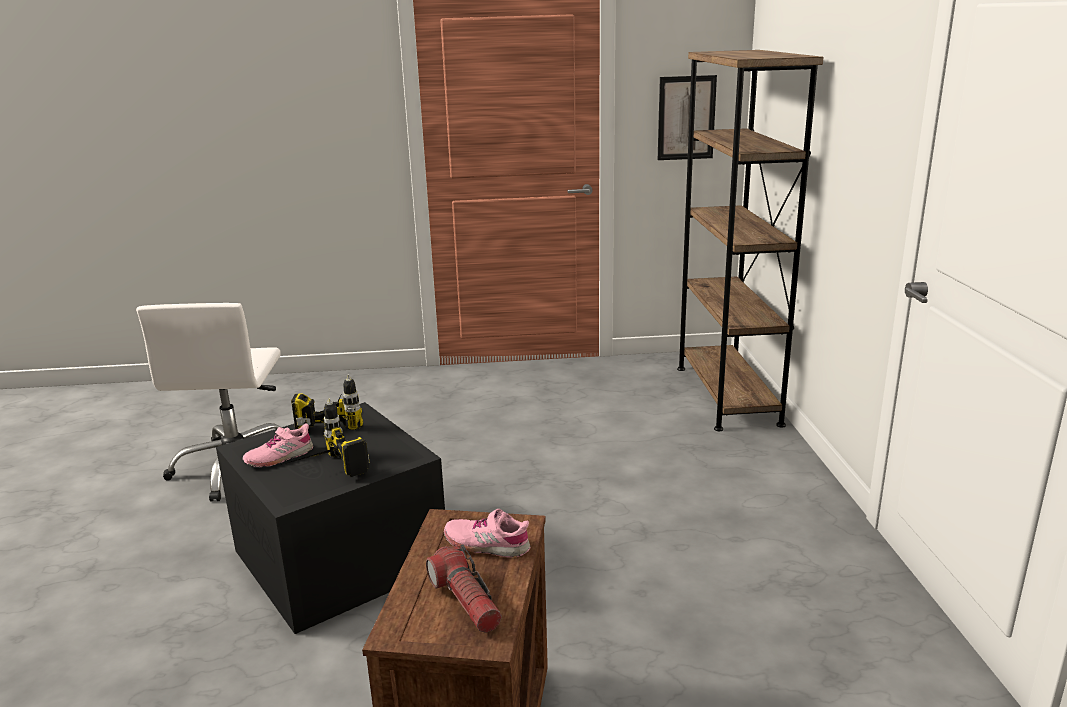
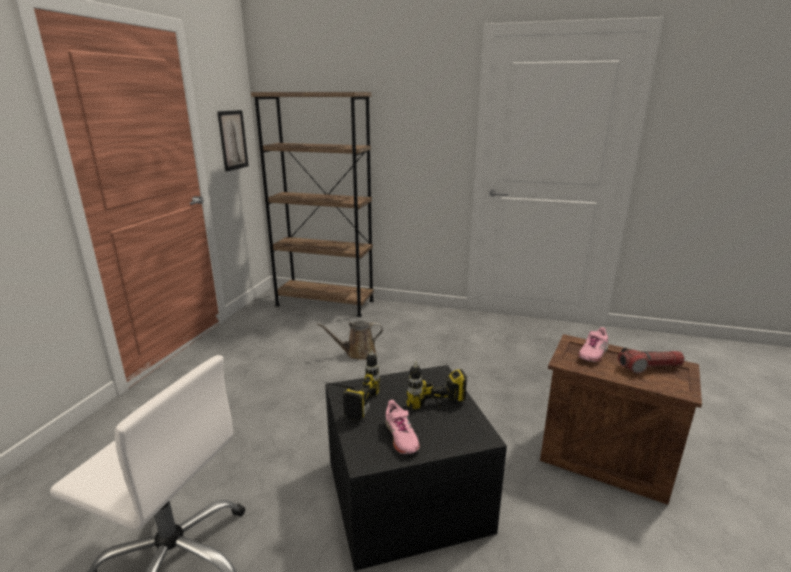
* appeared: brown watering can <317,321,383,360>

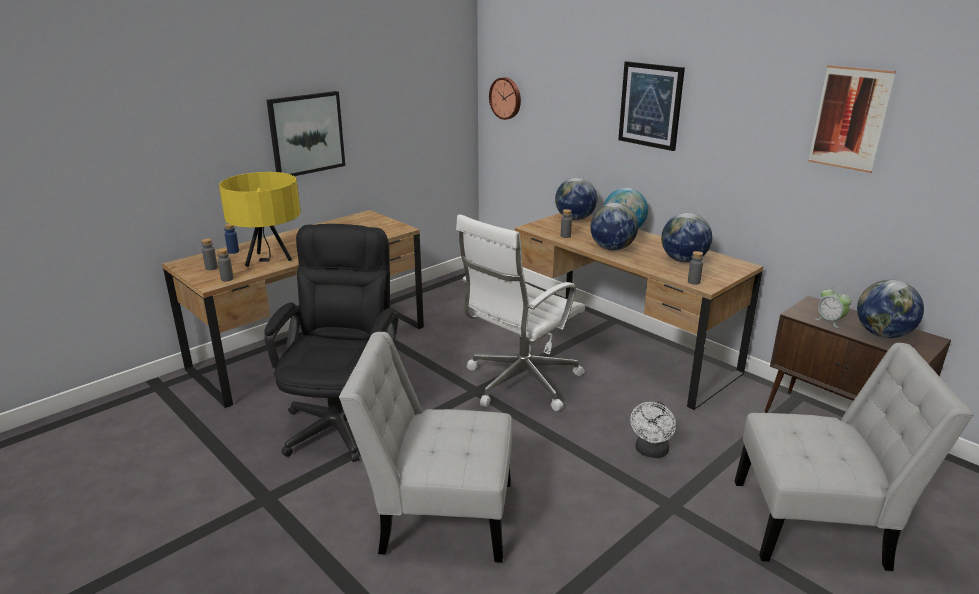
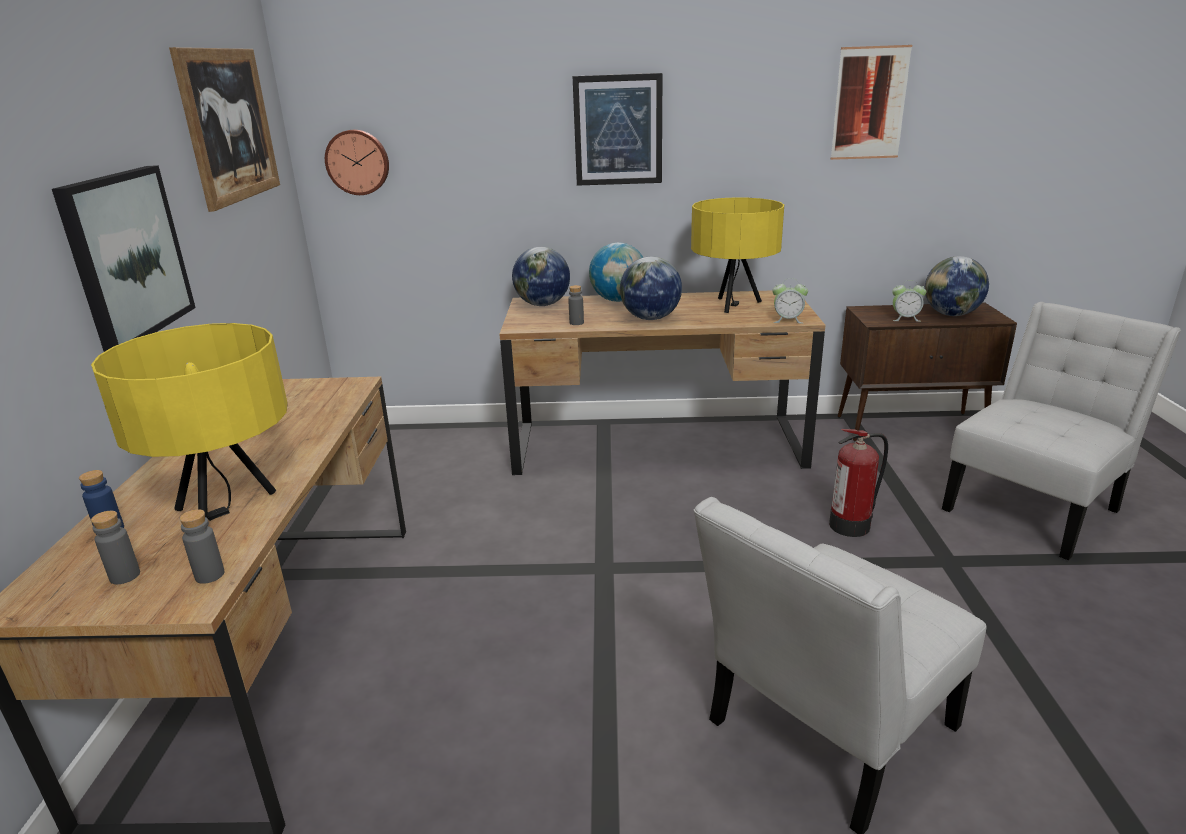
* appeared: picture <169,47,280,212>
* exchanged: globe <661,213,712,263> to yellow table lamp <691,197,784,313>
* exchanged: grey bottle <688,251,703,285> to alarm clock <772,278,808,323>
* exchanged: white fan <630,401,676,458> to fire extinguisher <829,429,888,537>
* missing: black office chair <264,224,399,462>
* missing: white office chair <456,214,585,411>

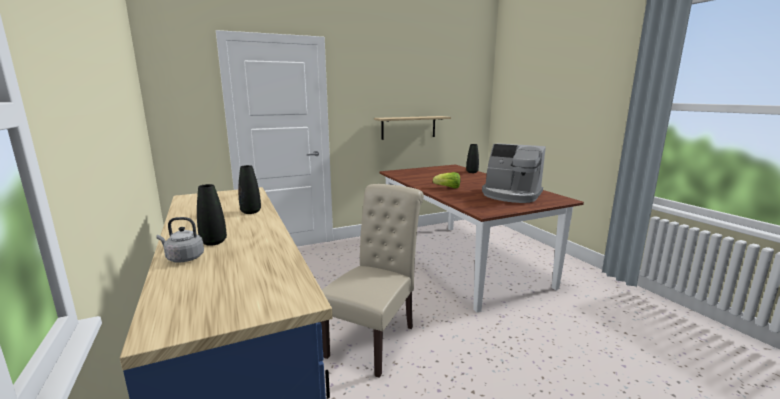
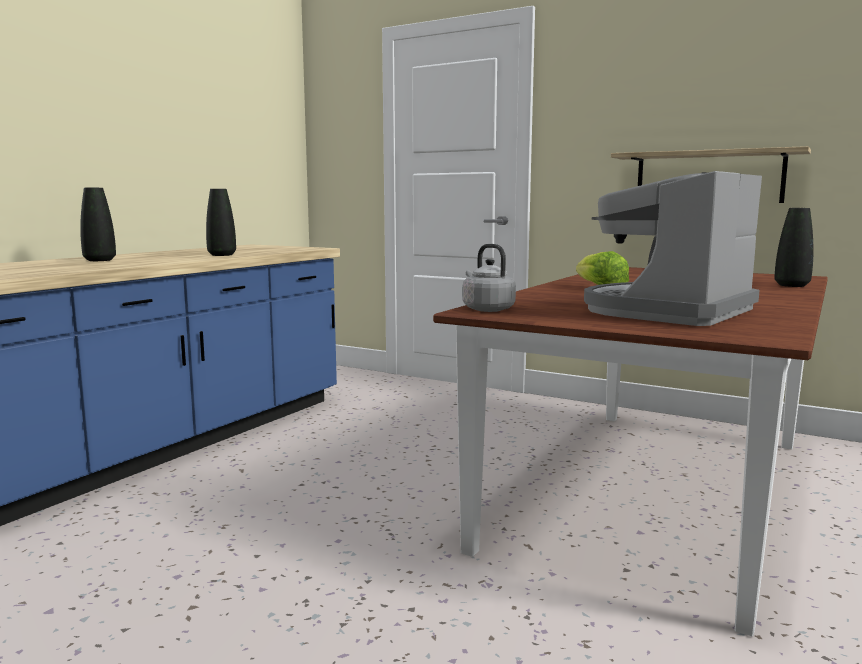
* relocated: grey kettle <156,217,204,263> to <463,244,516,312>
* spun: coffee machine <482,143,546,203> = <584,171,762,326> 45 degrees clockwise
* missing: beige chair <321,184,424,378>

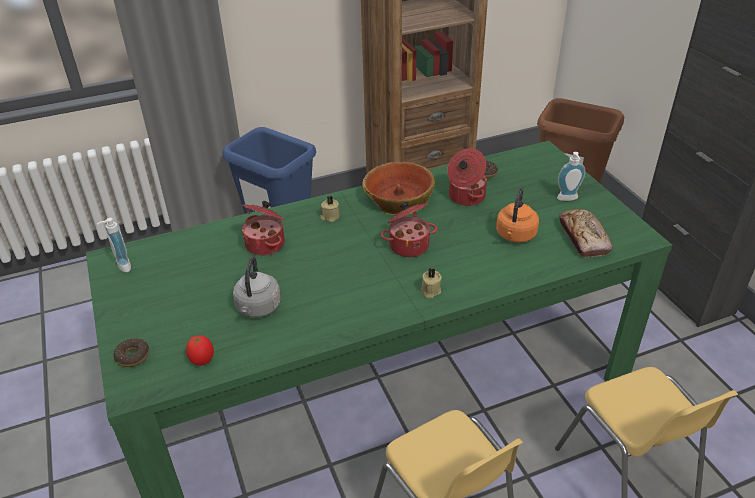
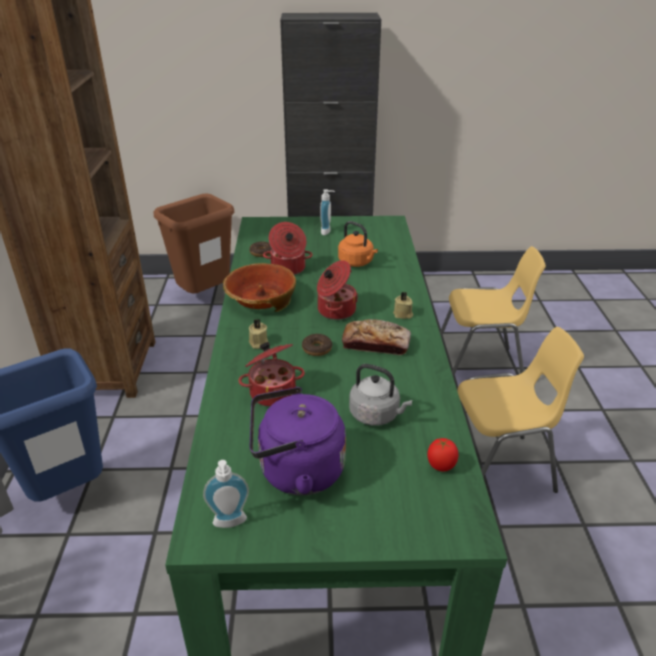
* appeared: purple kettle <250,387,346,496>
* relocated: donut <113,338,149,367> to <302,334,332,356>
* relocated: bread <559,209,613,258> to <342,319,411,355>

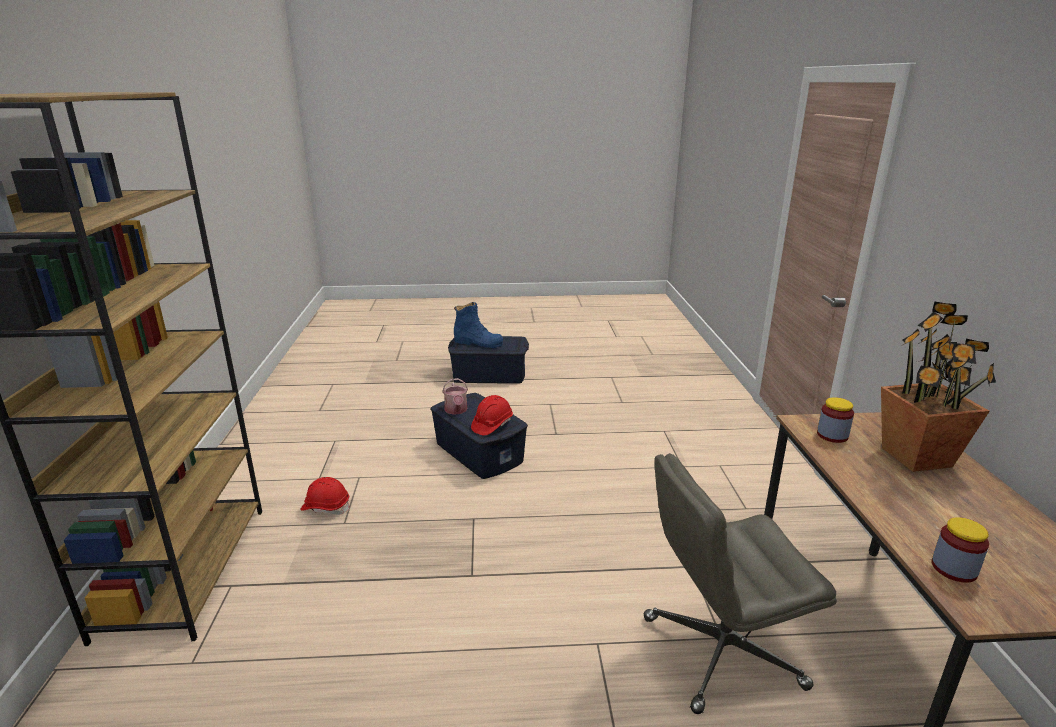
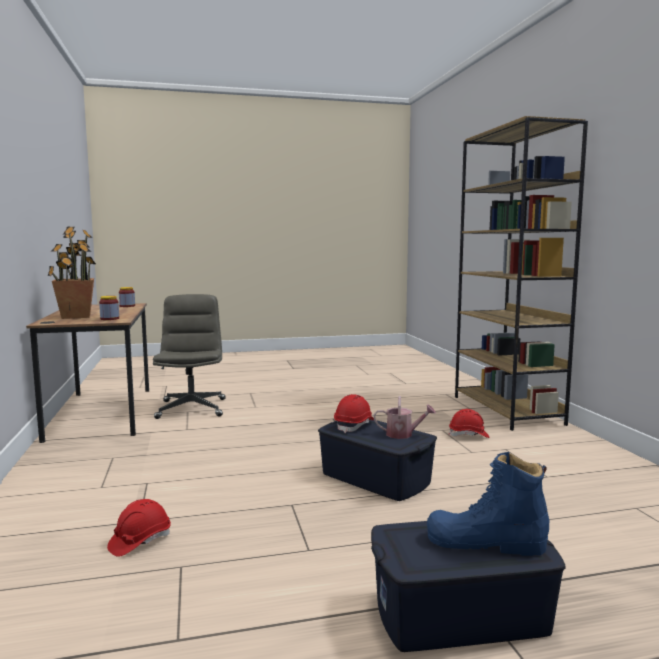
* appeared: red hard hat <107,499,171,557>
* spun: grey office chair <644,453,837,714> = <153,294,225,419> 75 degrees counterclockwise
* spun: watering can <442,378,468,415> = <374,396,436,439> 120 degrees clockwise

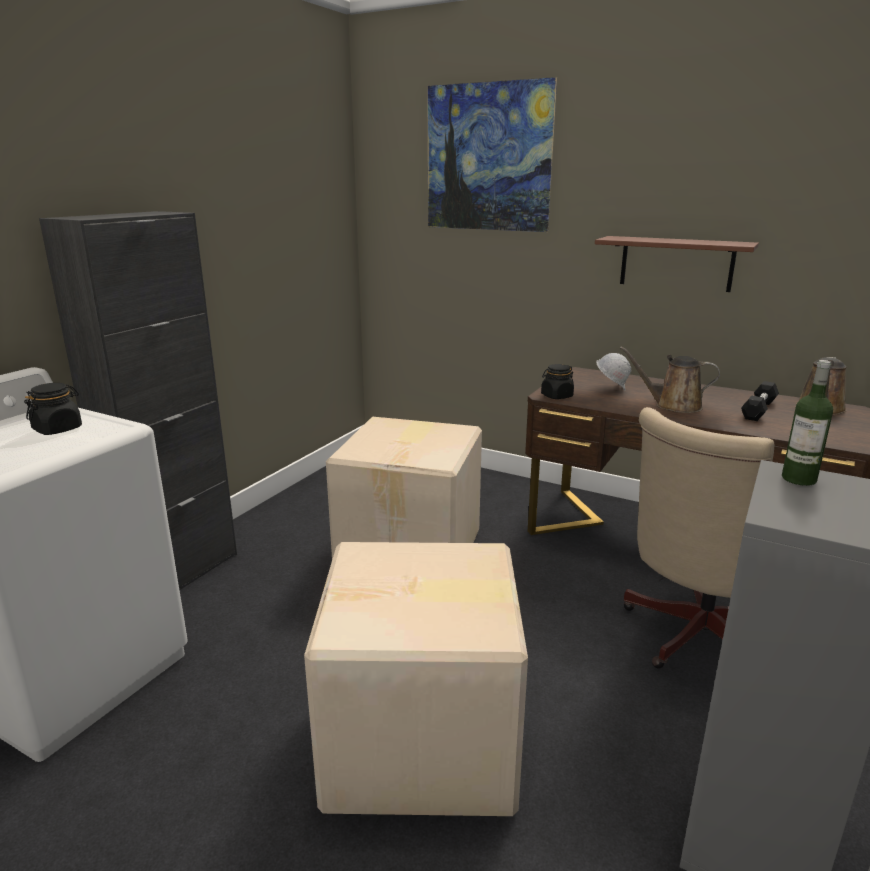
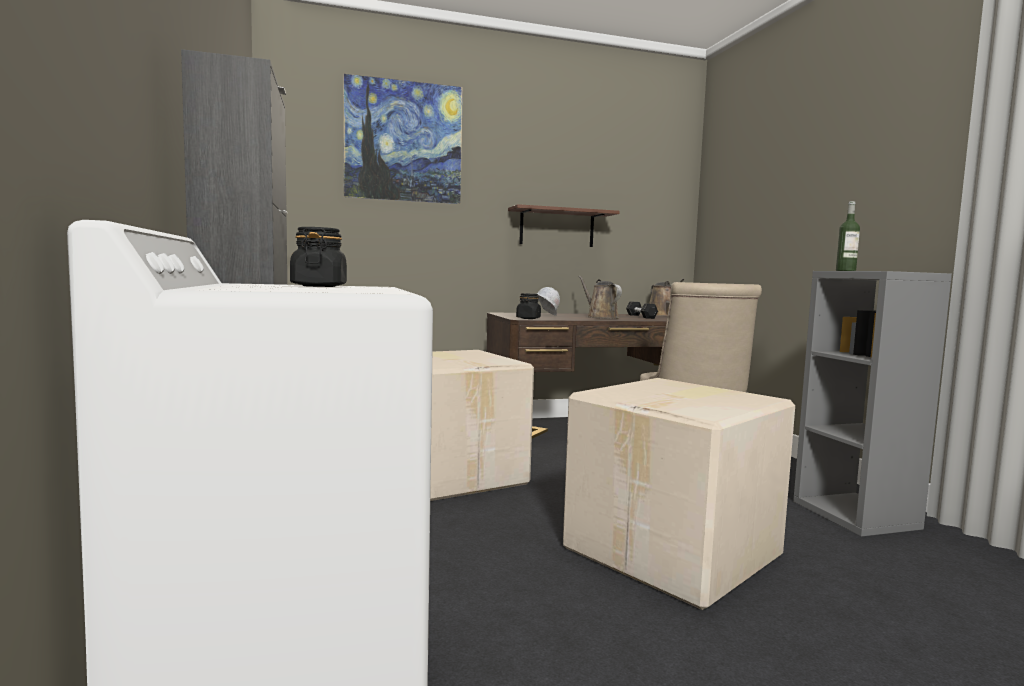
* spun: brown watering can <620,346,720,413> = <578,276,622,319> 90 degrees clockwise

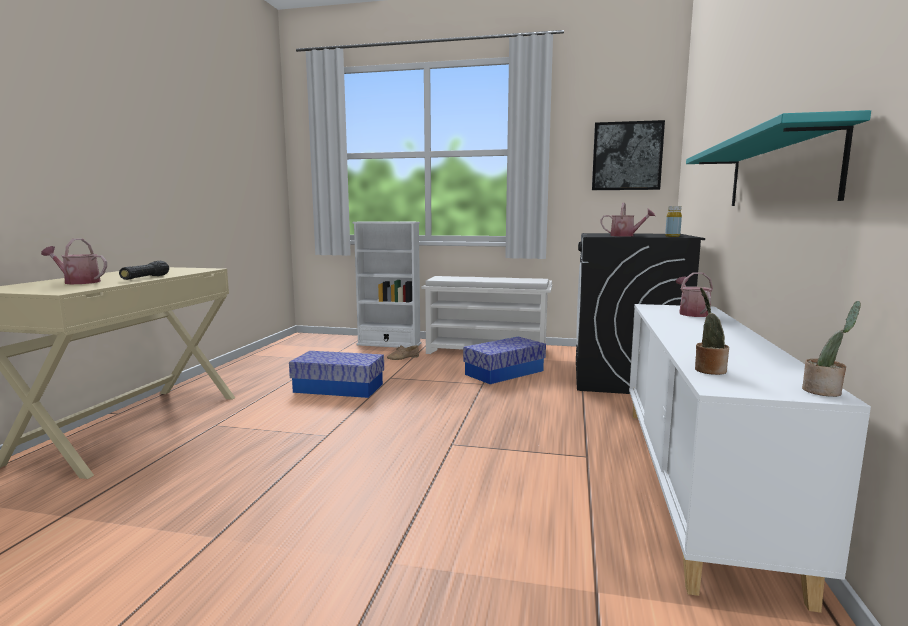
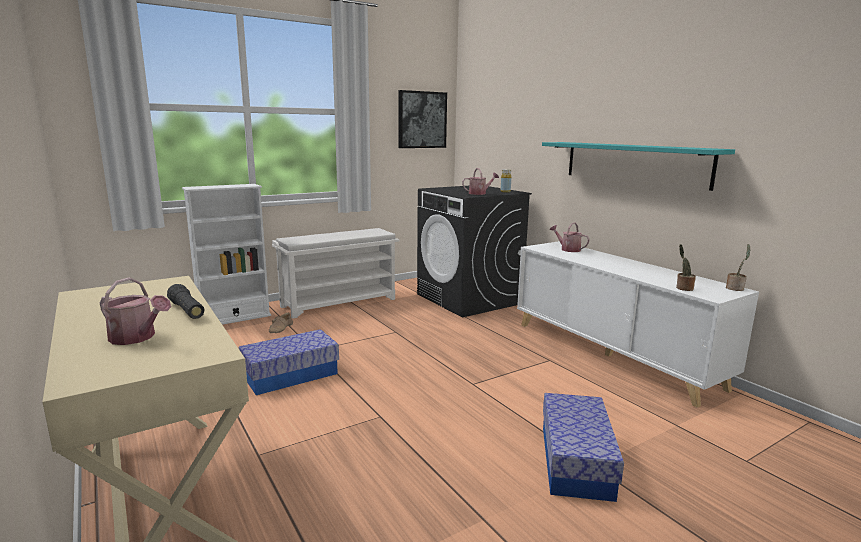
* spun: watering can <41,238,107,284> = <100,278,171,345> 120 degrees counterclockwise
* relocated: storage box <463,337,546,384> to <543,393,624,502>

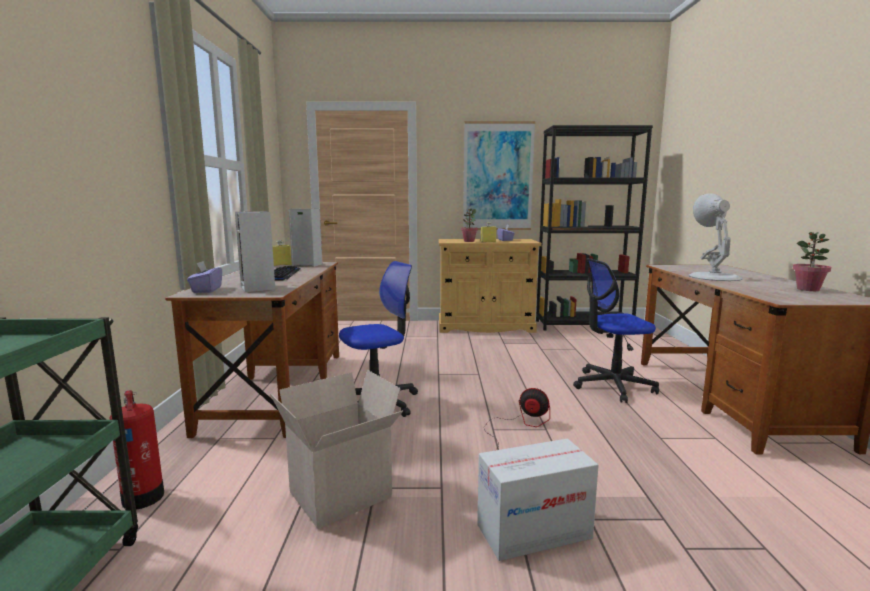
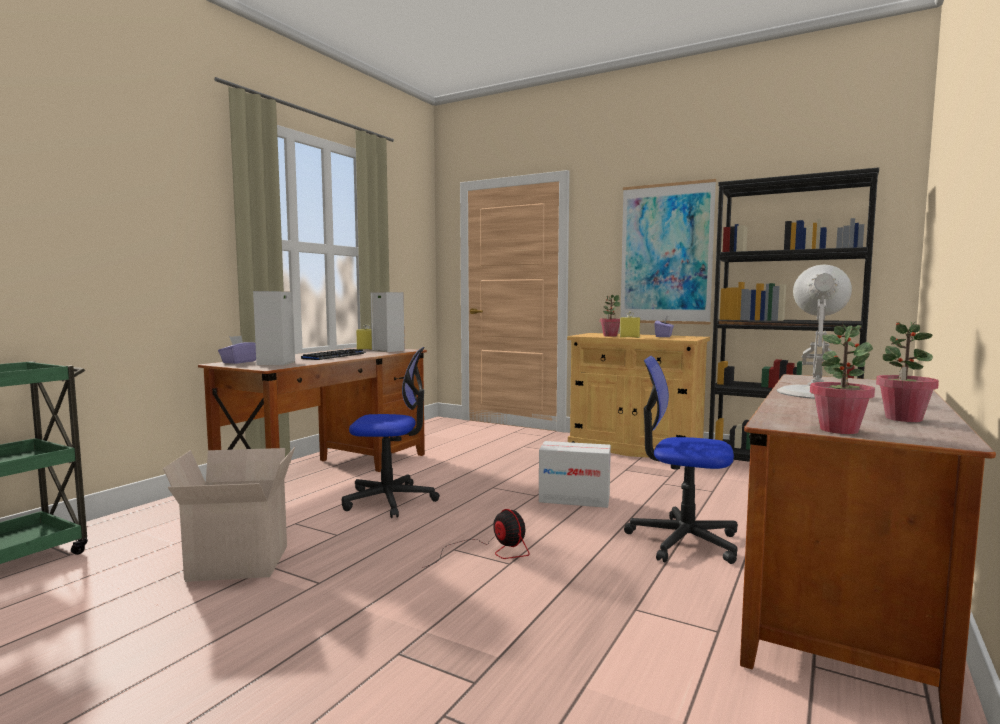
* relocated: cardboard box <477,439,599,561> to <539,441,611,508>
* appeared: potted plant <810,325,875,434>
* missing: fire extinguisher <110,390,164,509>

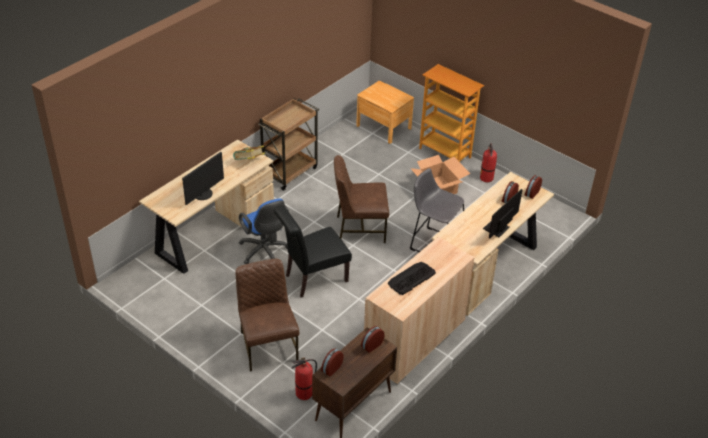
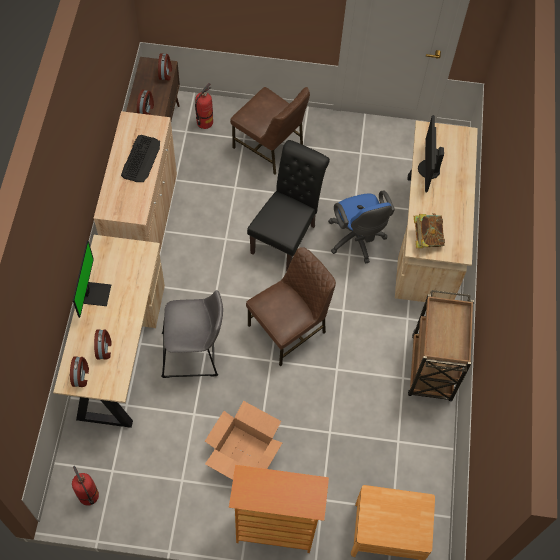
* relocated: fire extinguisher <480,143,497,183> to <72,466,99,506>
* spun: blue office chair <239,199,289,264> = <329,191,395,263> 135 degrees counterclockwise

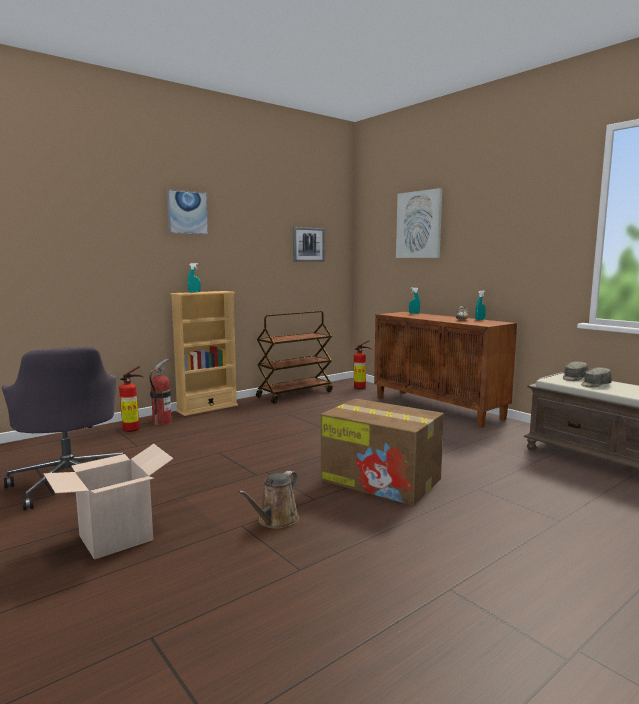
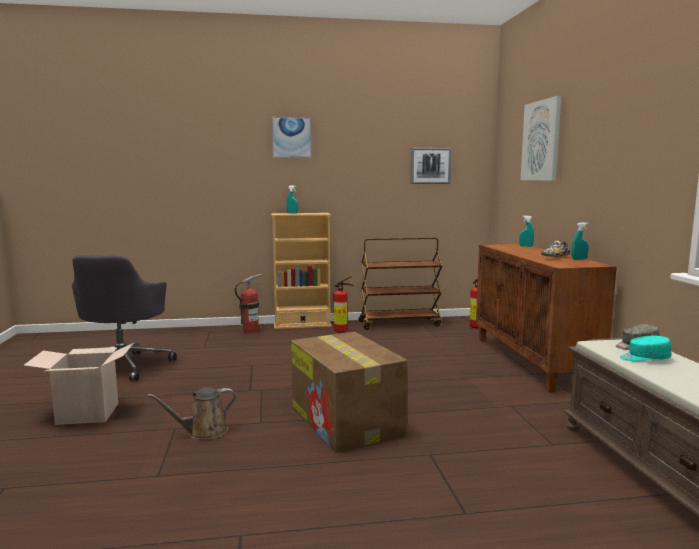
* relocated: fire extinguisher <119,366,143,432> to <333,276,354,333>
* colour: grey cap <581,368,612,388> to turquoise cap <620,336,671,362>

